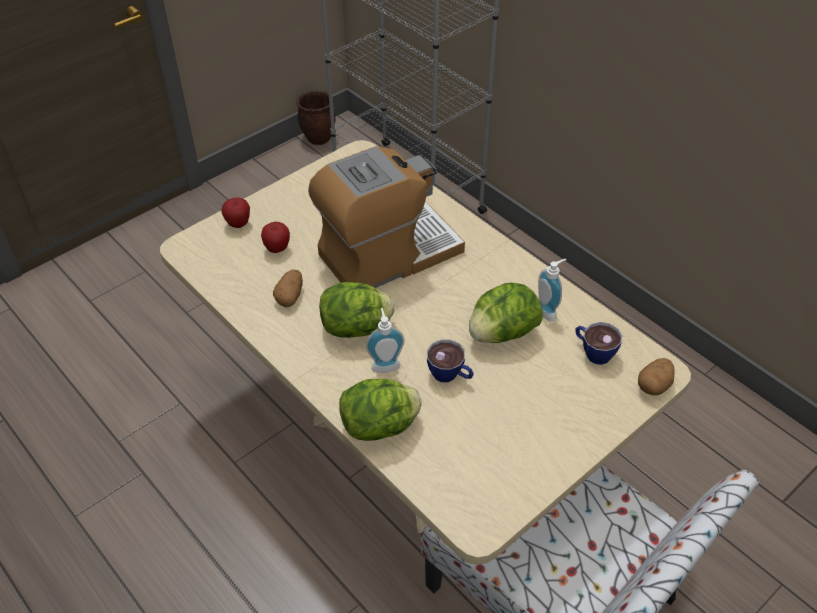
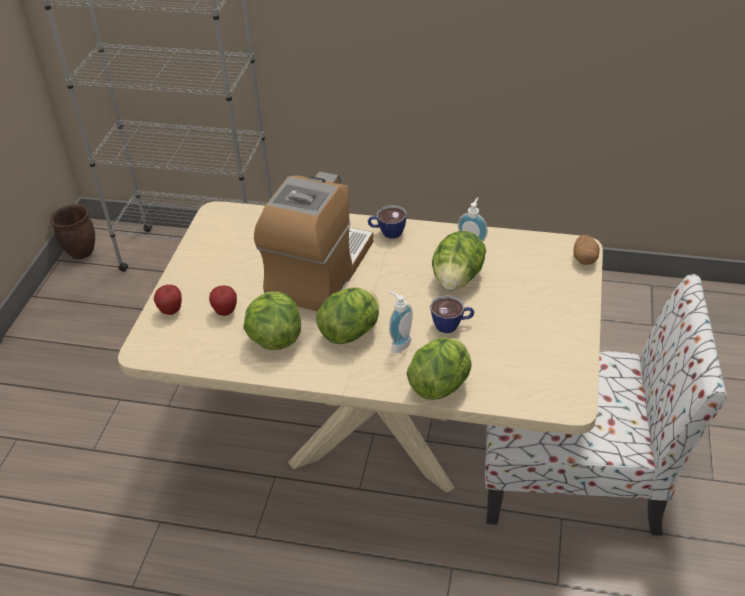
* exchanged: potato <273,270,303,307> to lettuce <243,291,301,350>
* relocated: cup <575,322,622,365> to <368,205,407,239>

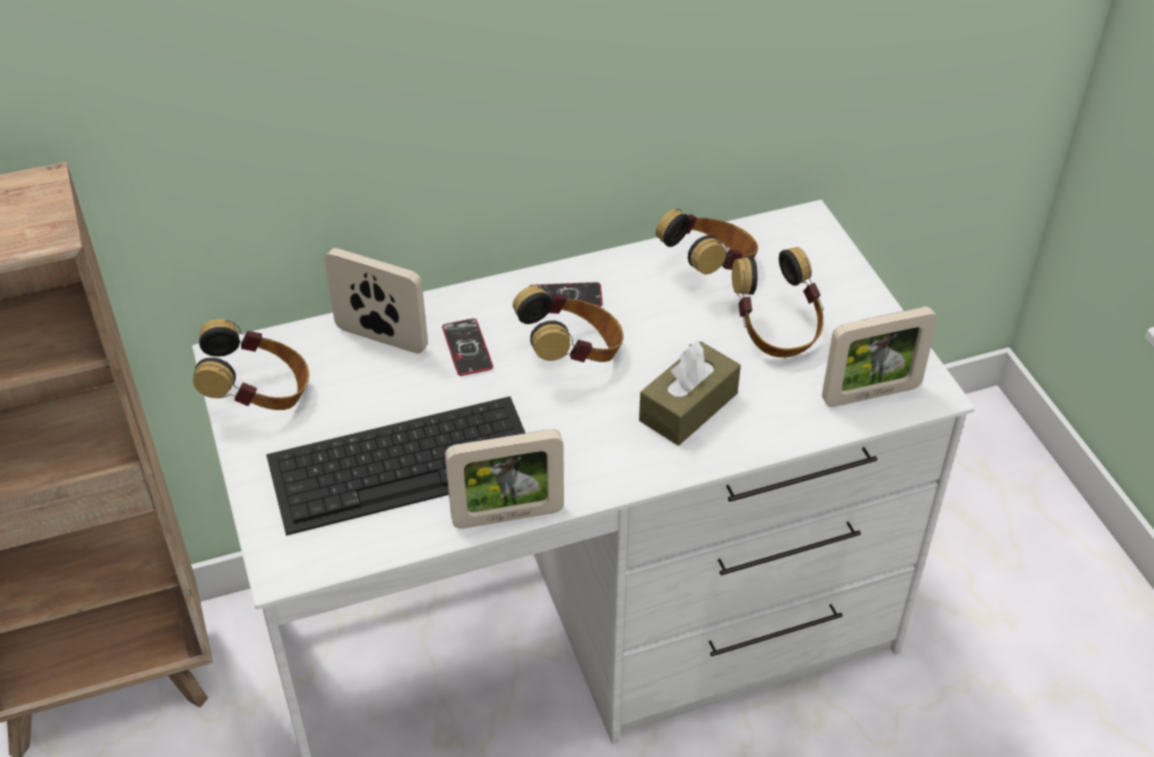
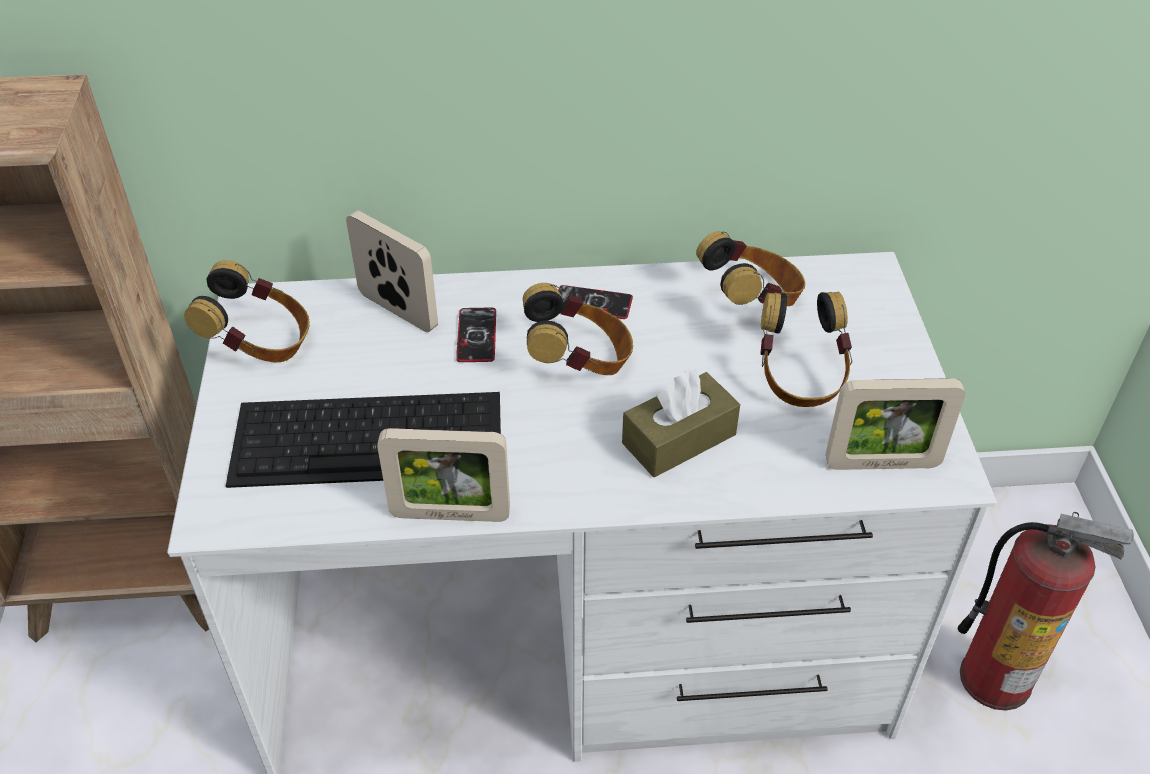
* appeared: fire extinguisher <957,512,1134,711>

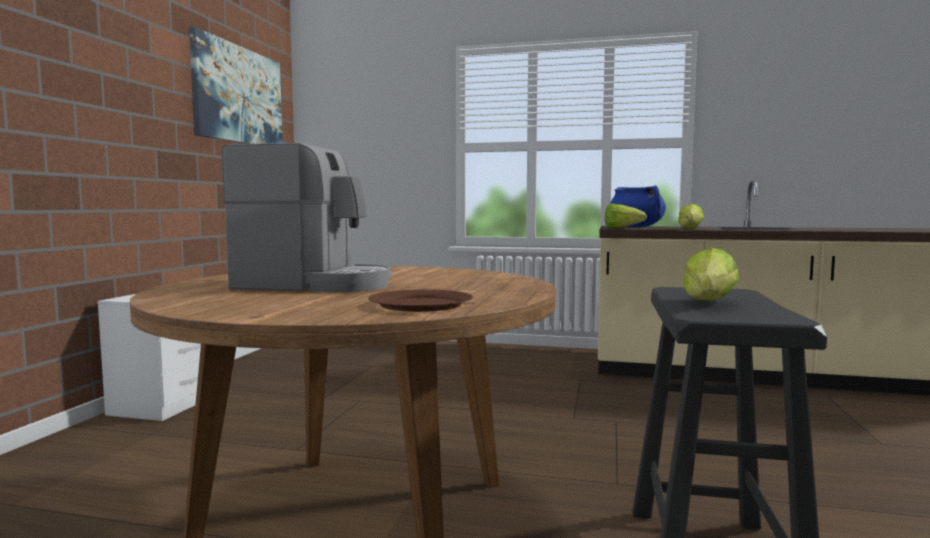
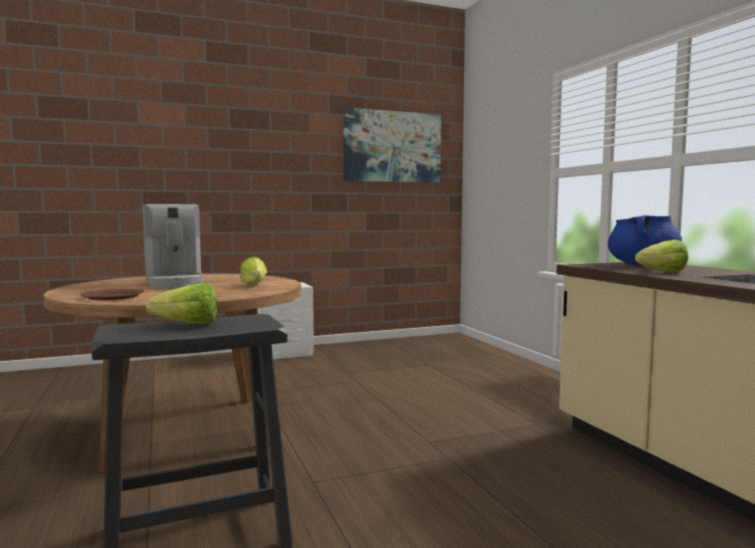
* relocated: lettuce <605,204,647,229> to <240,257,267,284>

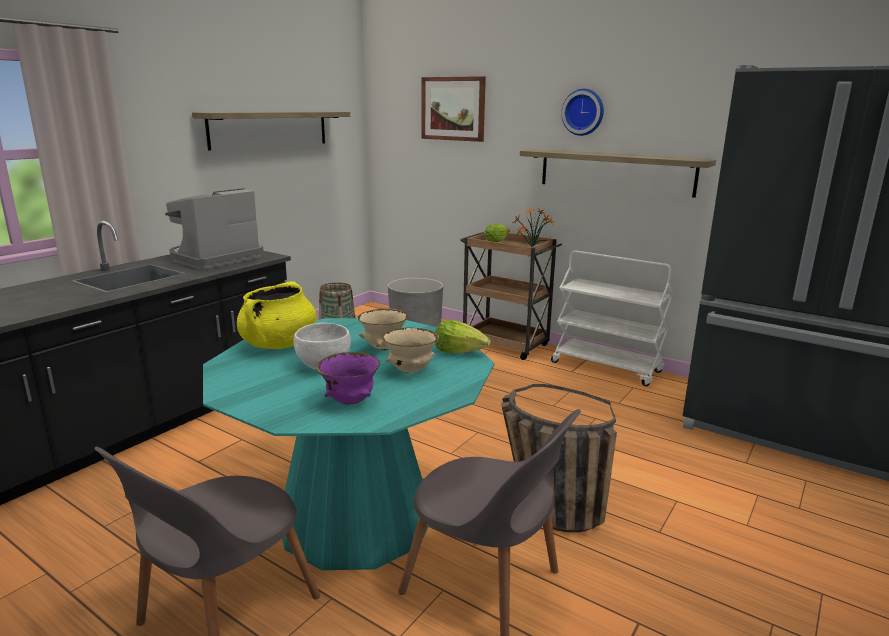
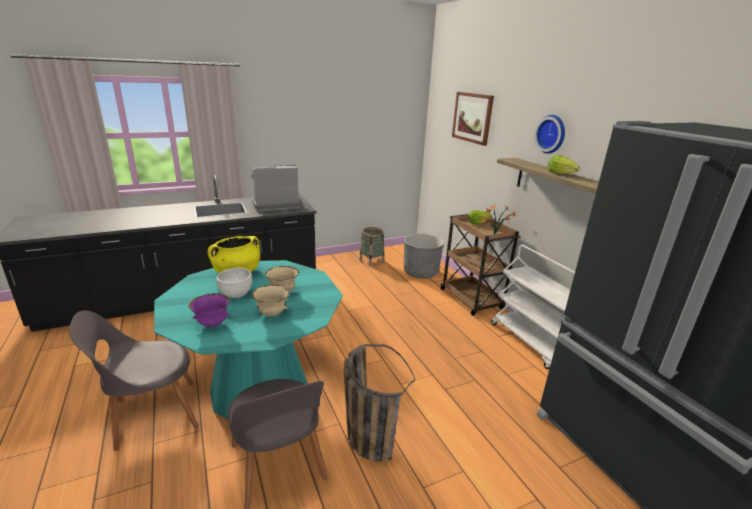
* relocated: lettuce <435,320,491,354> to <548,155,580,174>
* missing: shelf <192,111,350,151>

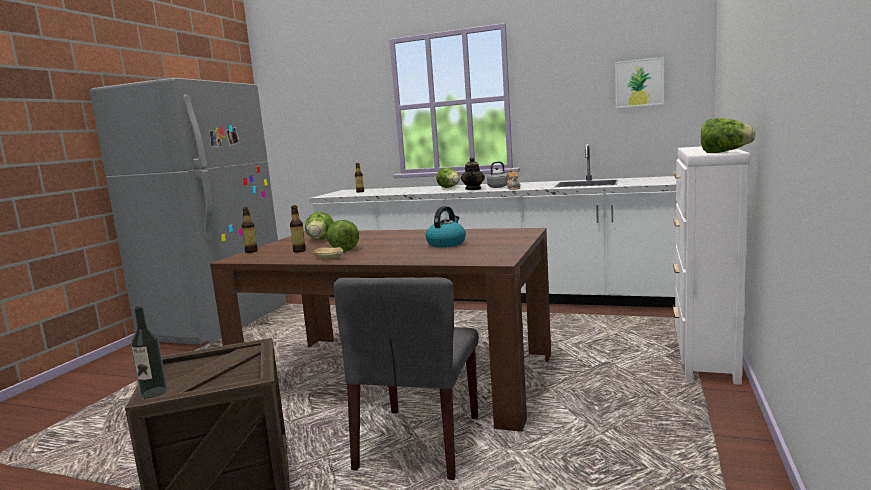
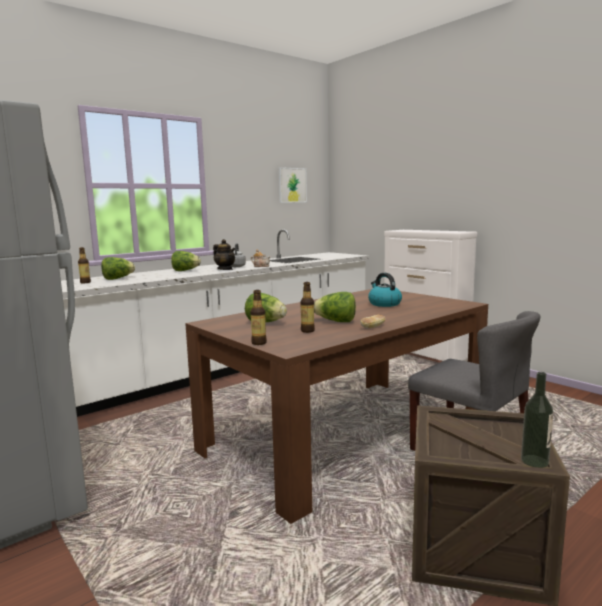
* relocated: lettuce <701,118,756,153> to <101,257,135,280>

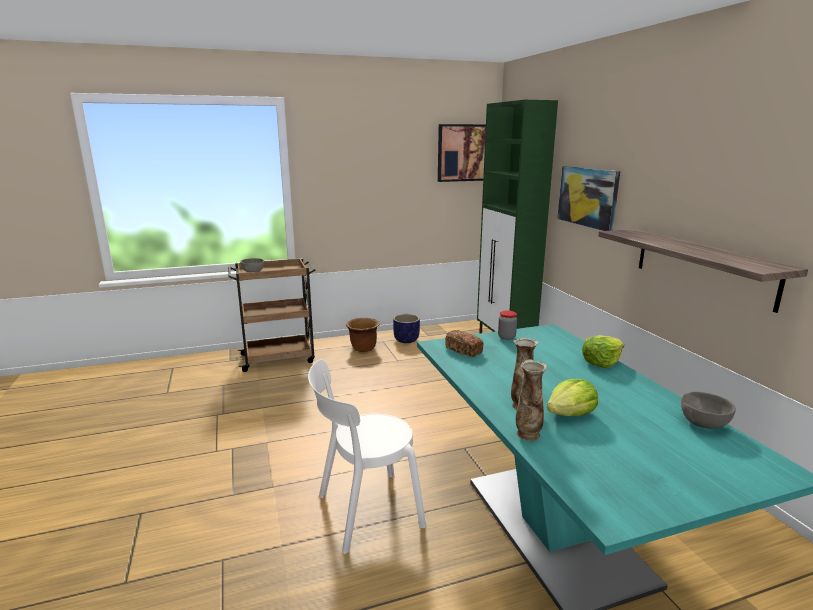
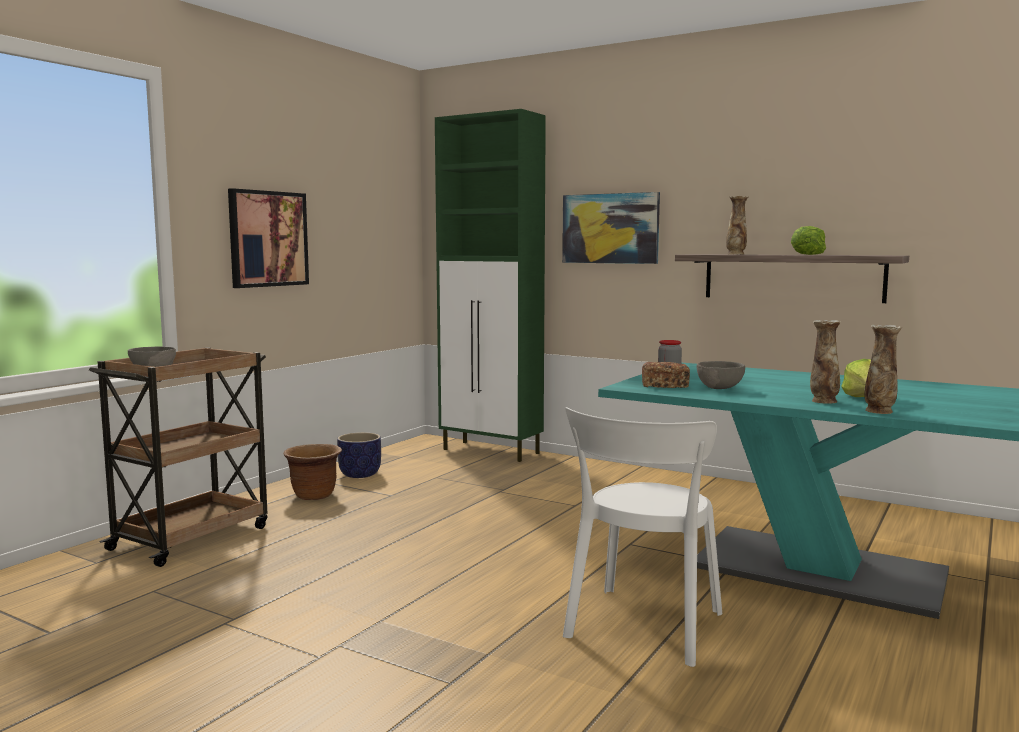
* relocated: picture <438,124,486,182> to <228,188,309,288>
* relocated: grey bowl <681,392,736,429> to <696,361,745,389>
* appeared: vase <726,196,749,254>
* relocated: lettuce <582,335,624,368> to <791,226,826,255>

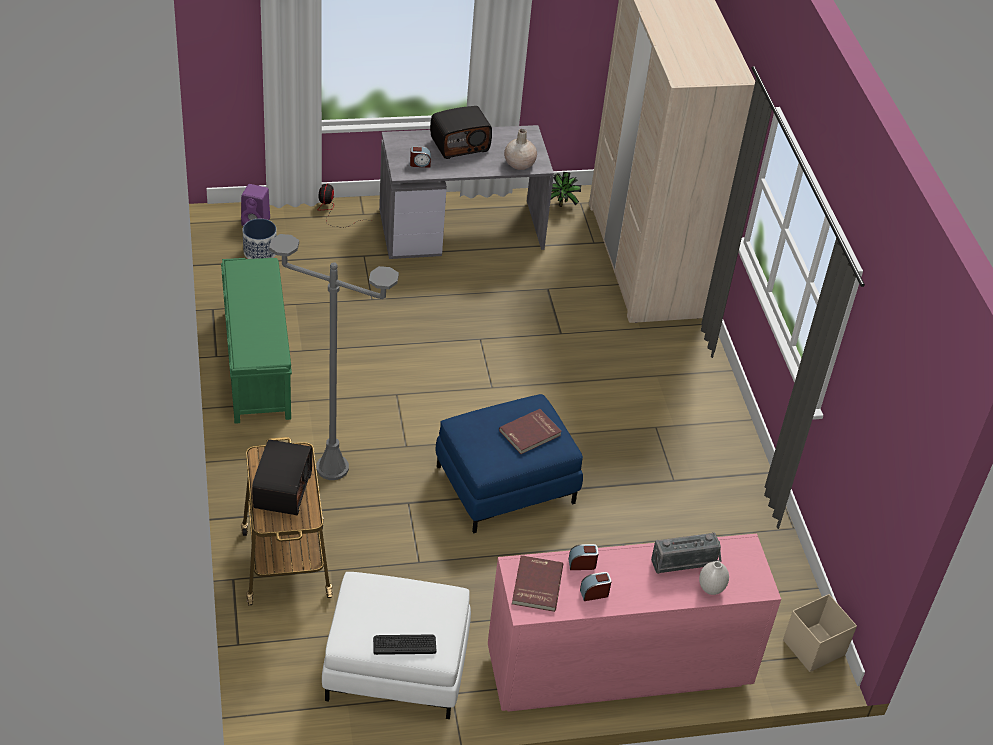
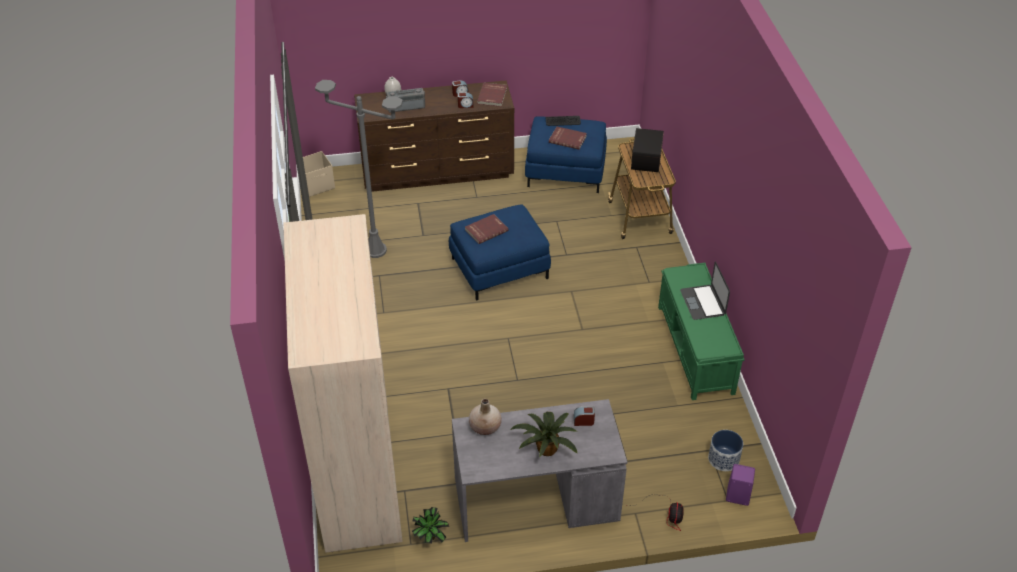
* relocated: grey floor lamp <269,234,399,480> to <315,80,403,258>
* colour: pink dresser <488,534,781,712> to brown dresser <354,80,514,192>
* exchanged: radio <430,106,492,159> to potted plant <510,412,577,458>
* colour: white ottoman <322,572,471,719> to blue ottoman <525,116,607,193>
* appeared: red book <549,127,587,150>
* appeared: laptop <680,262,730,320>

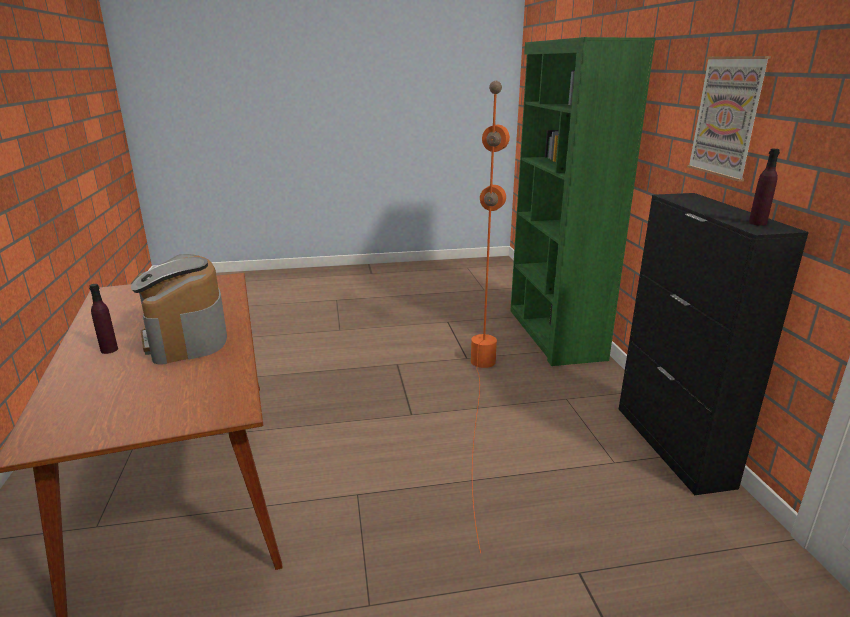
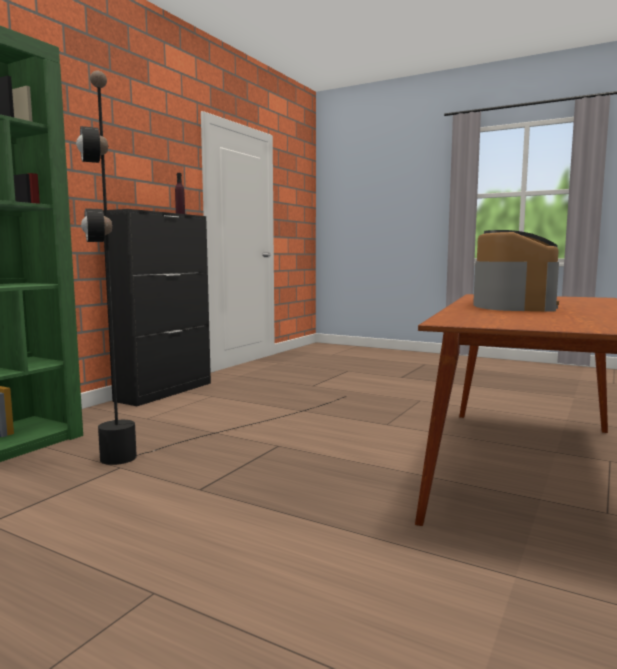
* colour: orange floor lamp <471,81,510,553> to black floor lamp <76,71,346,465>
* missing: purple bottle <89,284,118,354>
* missing: picture <687,56,771,182>

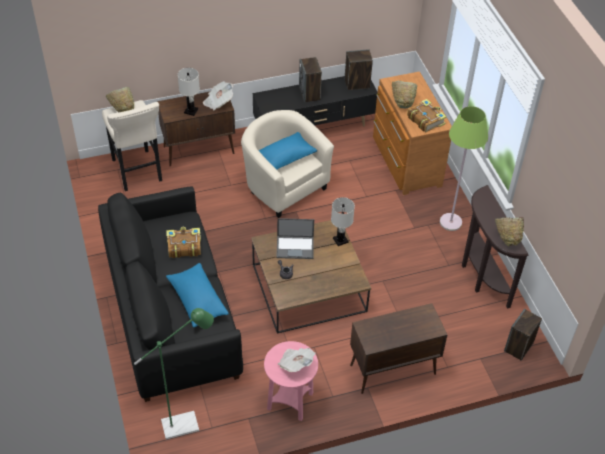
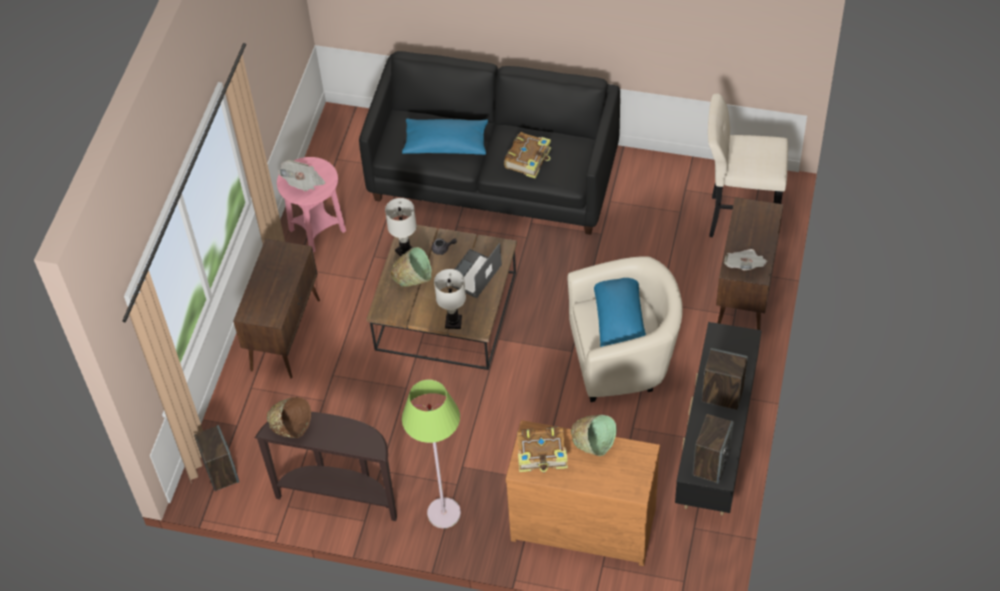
* relocated: white table lamp <178,68,200,116> to <385,198,417,256>
* relocated: green bowl <106,87,134,112> to <391,247,432,287>
* missing: green floor lamp <134,308,214,439>

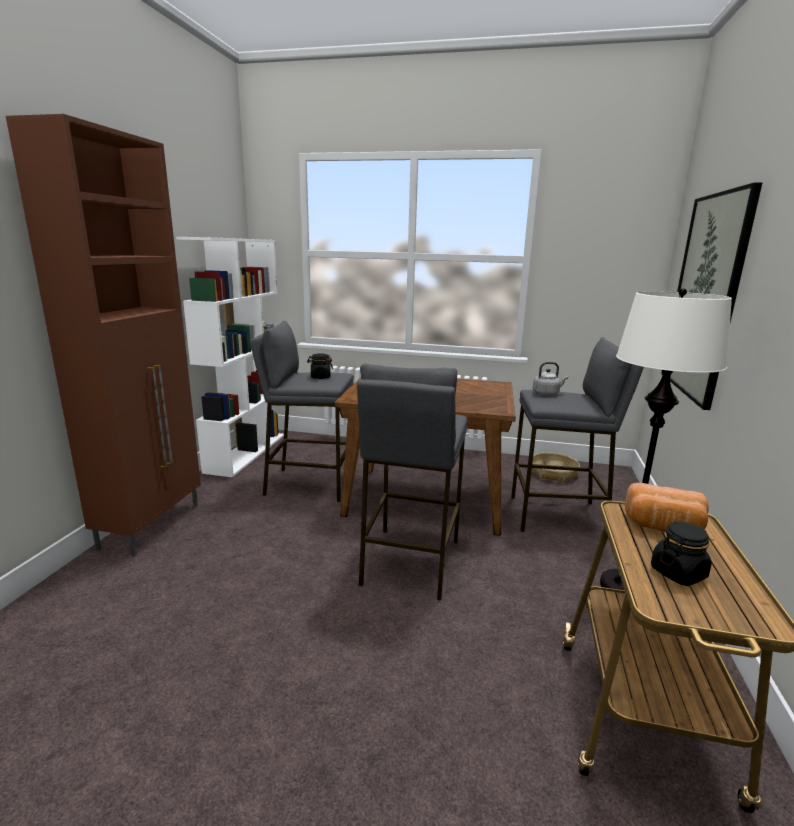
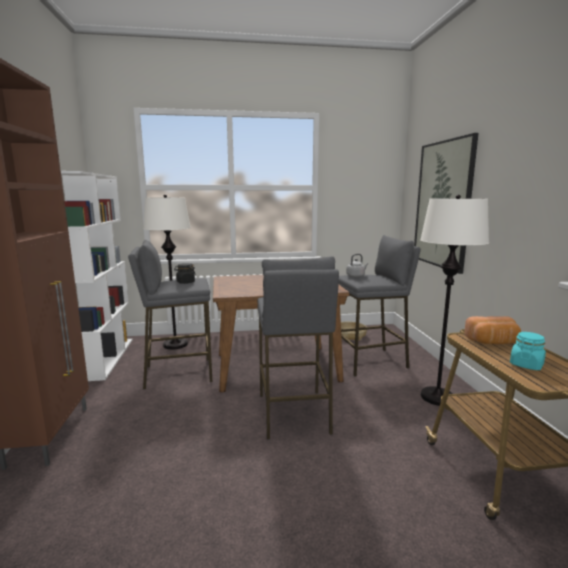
* appeared: white floor lamp <143,195,191,349>
* colour: black jar <651,522,712,586> to turquoise jar <510,332,546,370>

